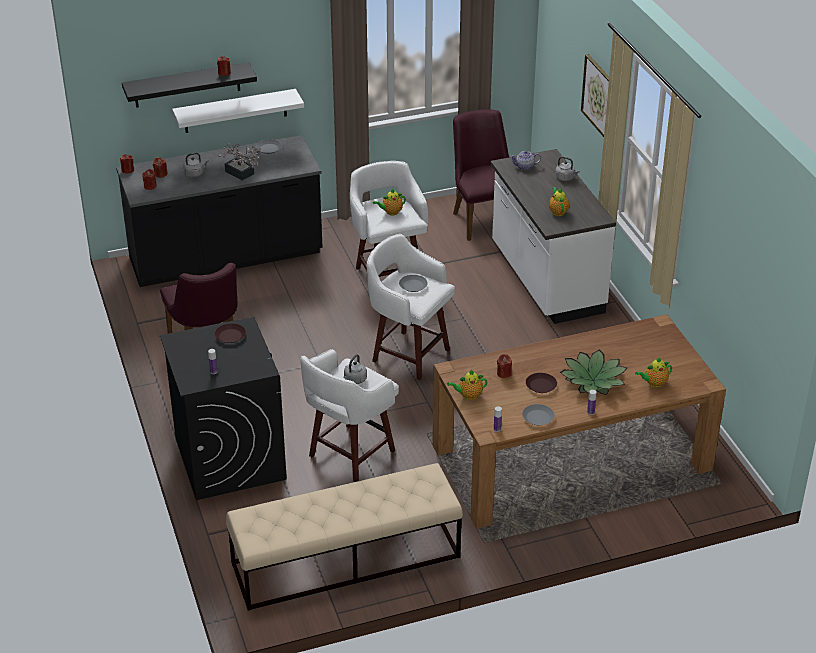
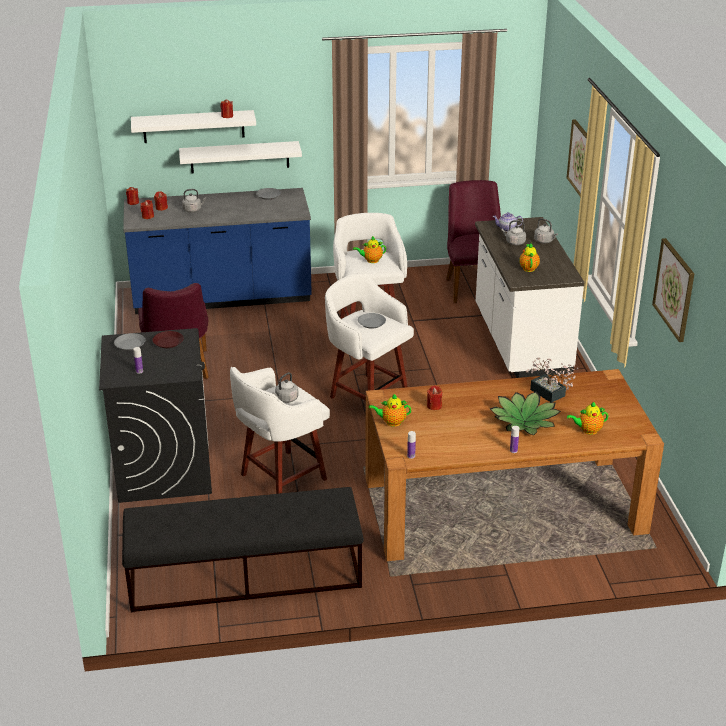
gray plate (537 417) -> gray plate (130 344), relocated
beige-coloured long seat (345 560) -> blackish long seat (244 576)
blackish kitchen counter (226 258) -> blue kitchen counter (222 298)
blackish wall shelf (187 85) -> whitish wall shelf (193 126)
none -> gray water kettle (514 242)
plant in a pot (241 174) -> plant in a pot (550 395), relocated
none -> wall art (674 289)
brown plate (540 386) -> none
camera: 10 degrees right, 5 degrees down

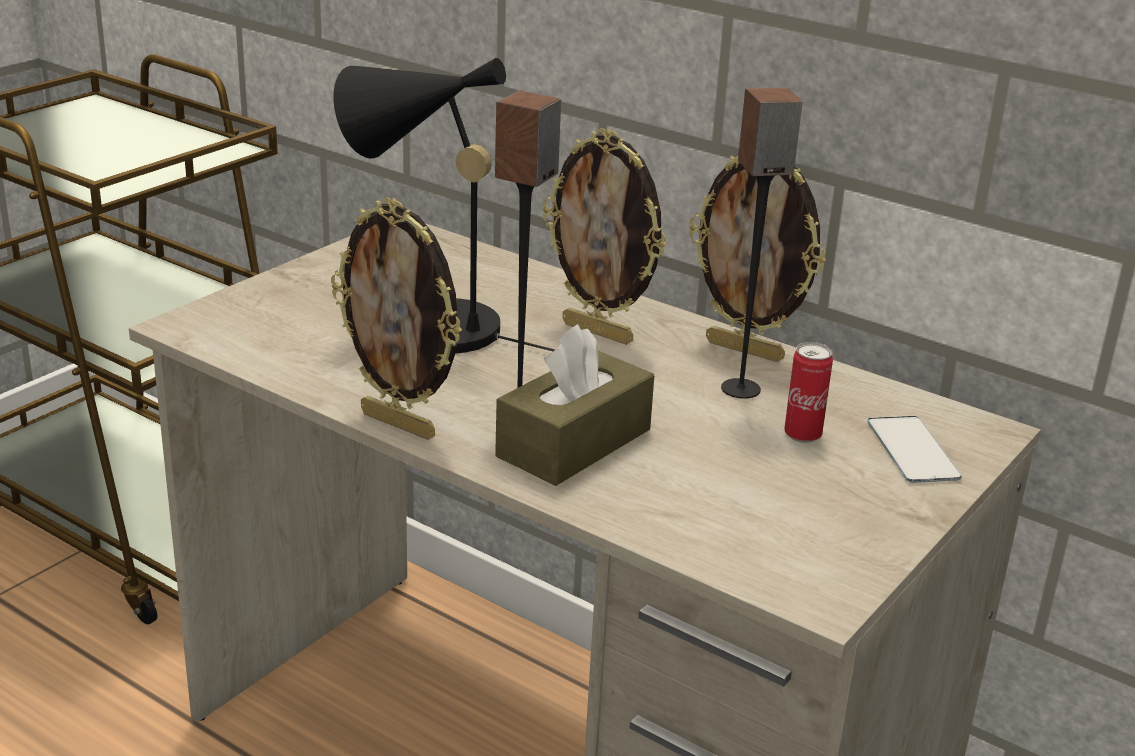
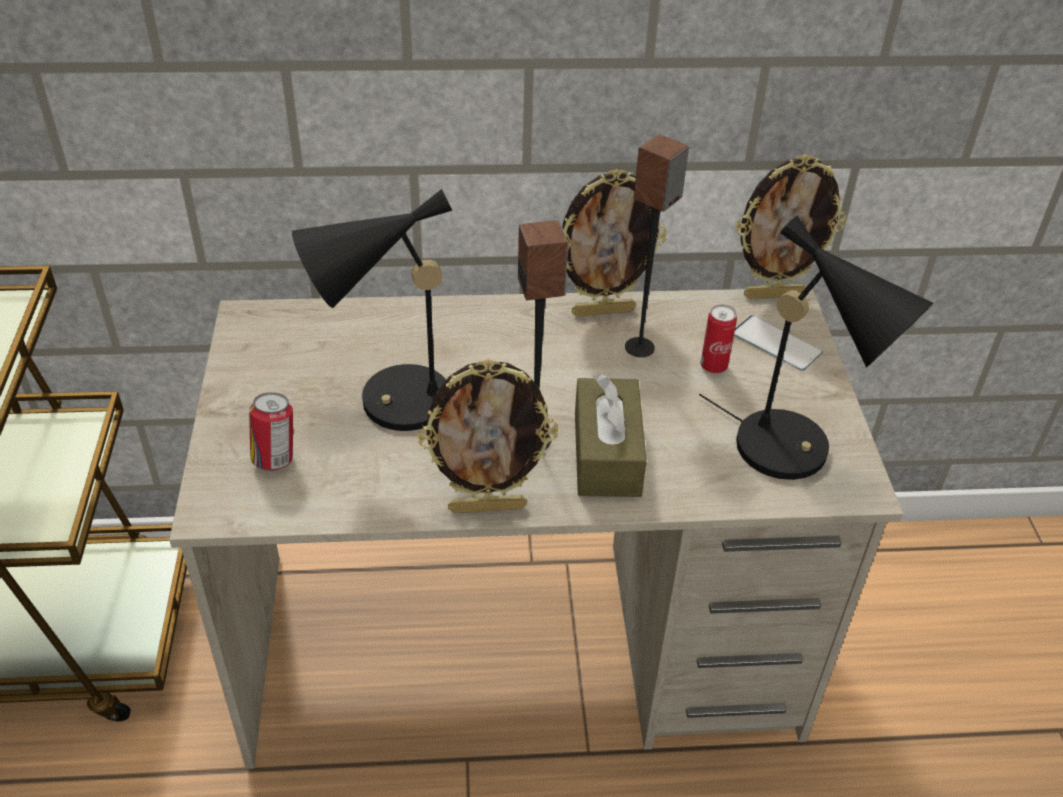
none -> can (276 459)
none -> blackish tabletop lamp (796 452)
photo frame (599 332) -> photo frame (774 294), relocated
camera: 40 degrees left, 15 degrees up

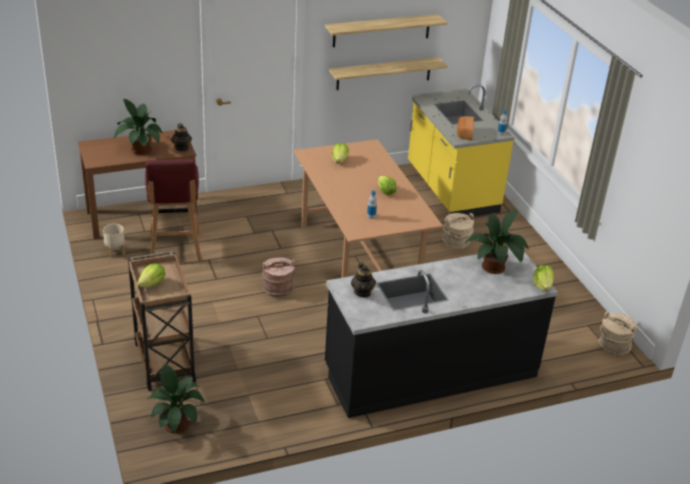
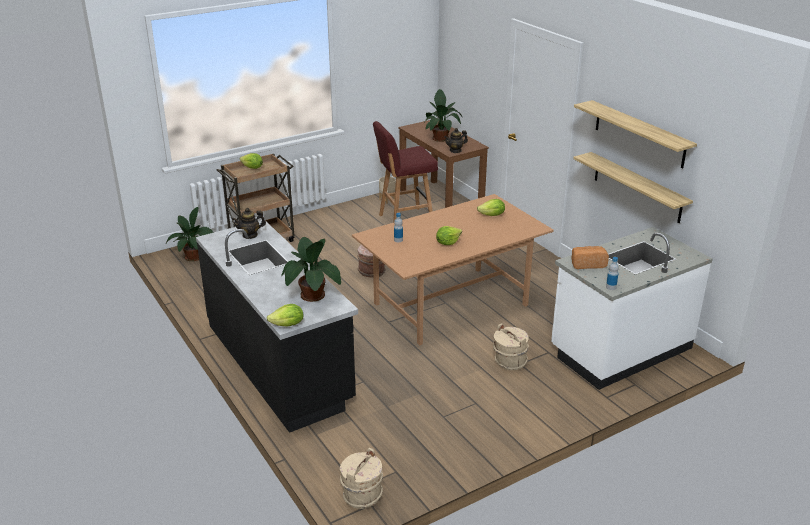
yellow-coloured kitchen counter (450 189) -> whitish kitchen counter (620 349)
camera: 80 degrees right, 5 degrees down

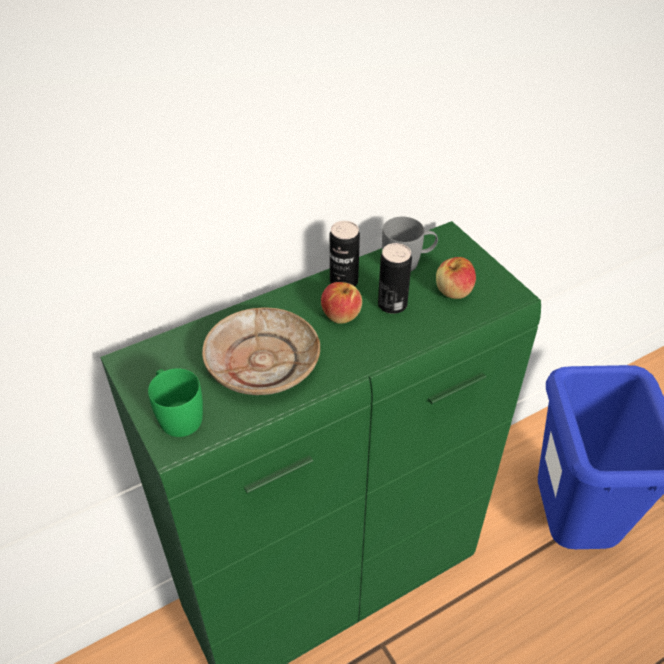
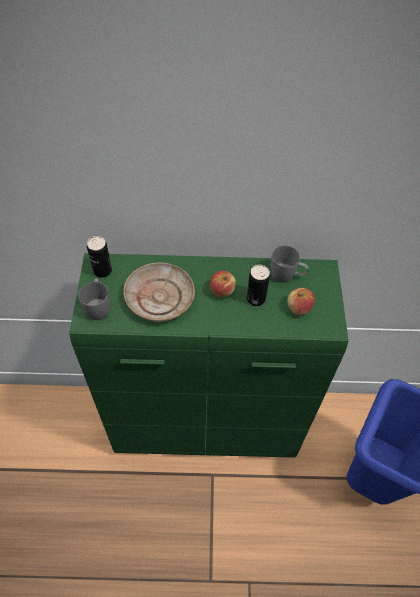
green-coloured coffee mug (177 414) -> gray coffee mug (98 305)
can (343 281) -> can (102 270), relocated
camera: 30 degrees right, 10 degrees up

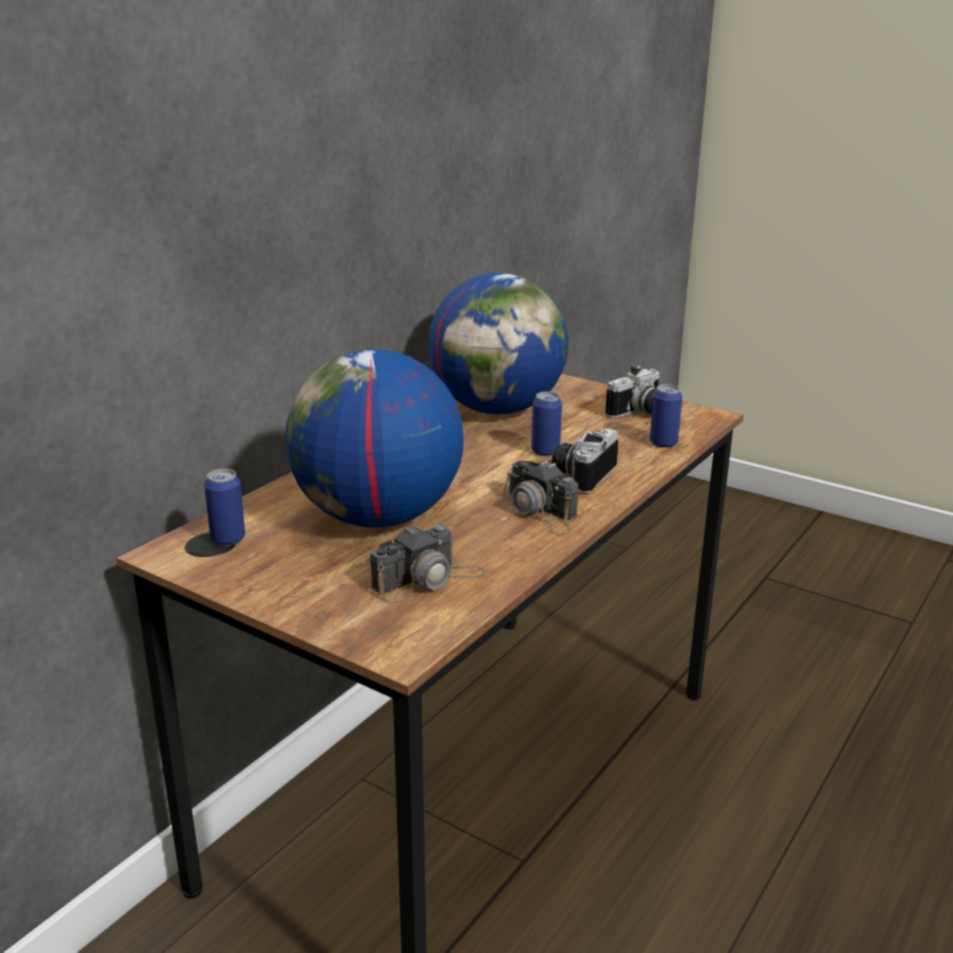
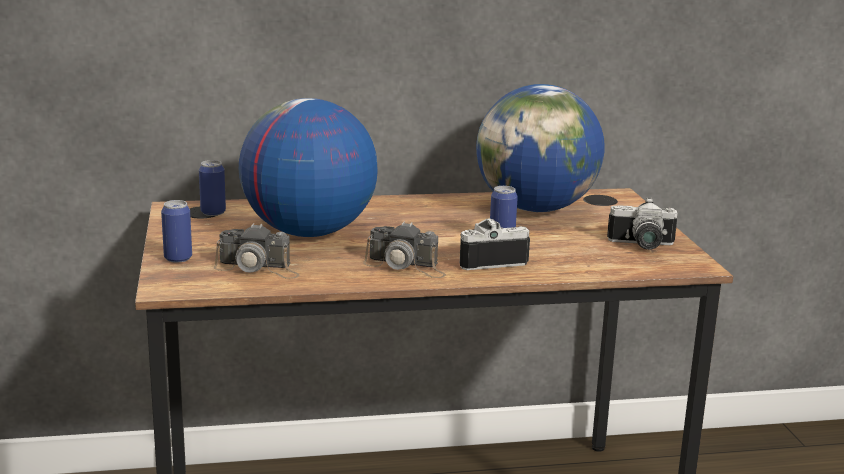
can (663 443) -> can (178 258), relocated
still camera (539 512) -> still camera (406 266), 75 degrees counterclockwise
camera: 45 degrees right, 5 degrees down

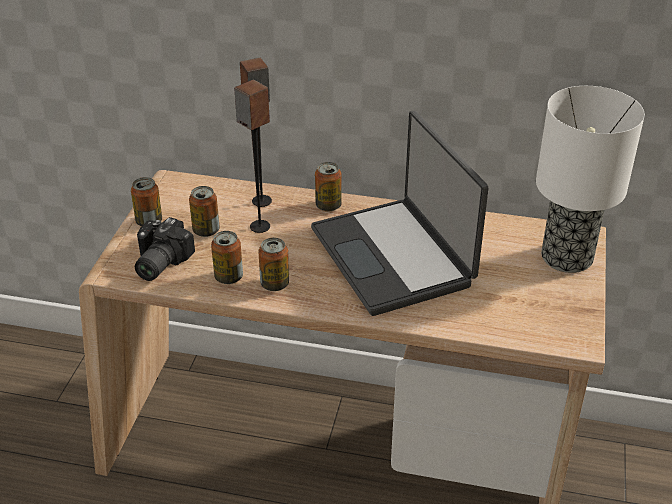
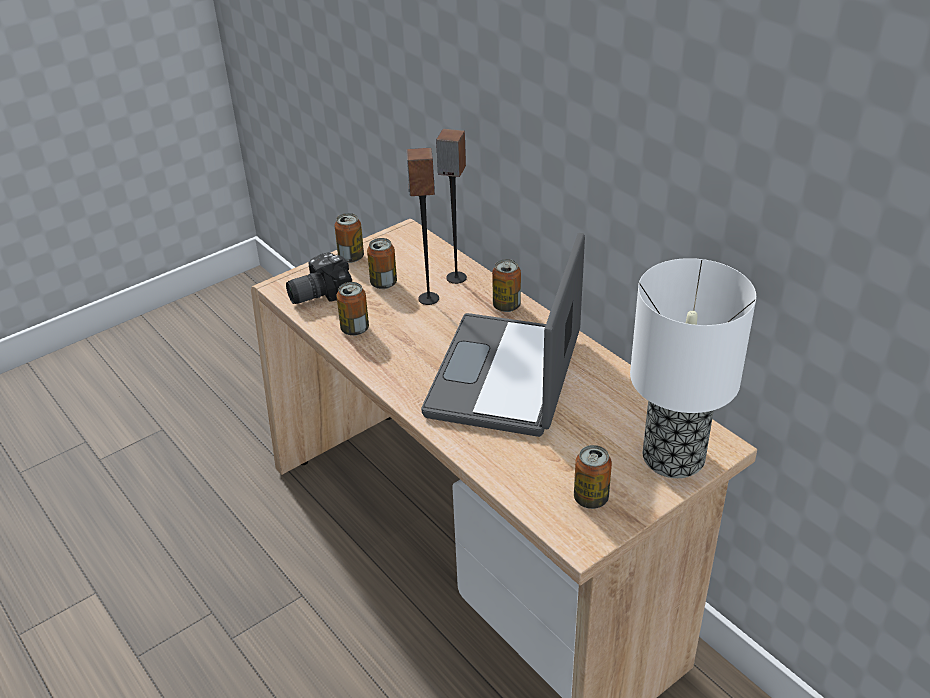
can (274 284) -> can (591 498), relocated
camera: 40 degrees right, 0 degrees up

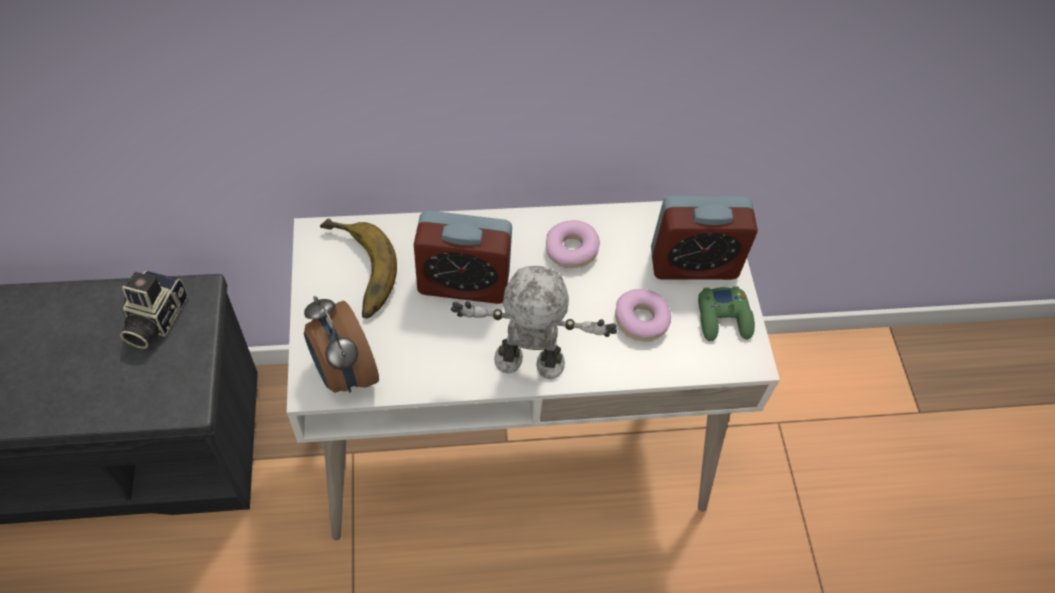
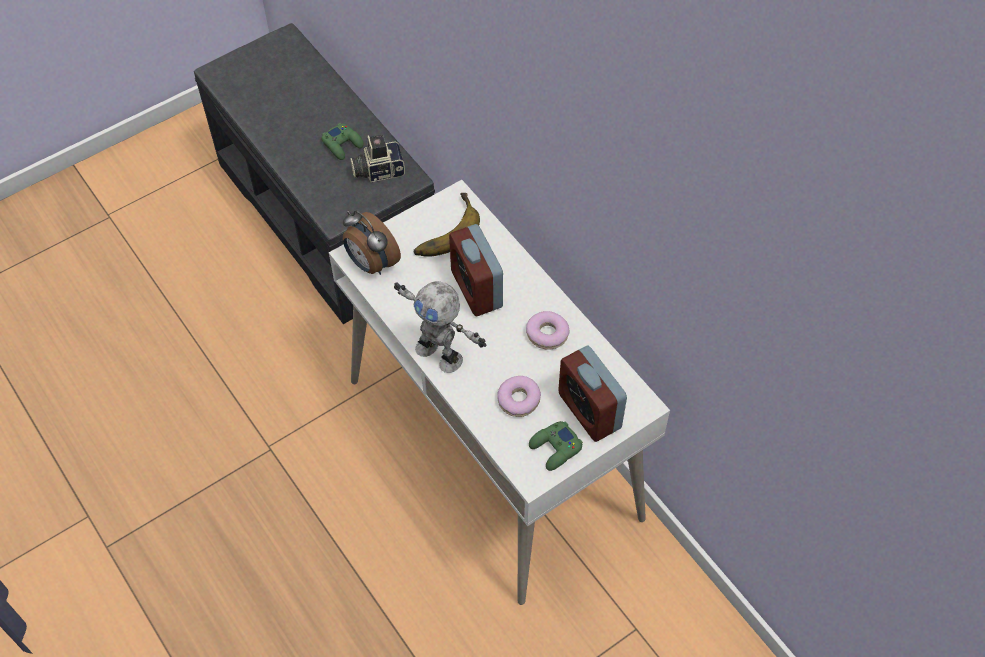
none -> green-coloured gamepad (343 144)
alarm clock (343 372) -> alarm clock (371 263), 75 degrees counterclockwise
toy robot (529 364) -> toy robot (440 353), 150 degrees clockwise
camera: 65 degrees right, 0 degrees up

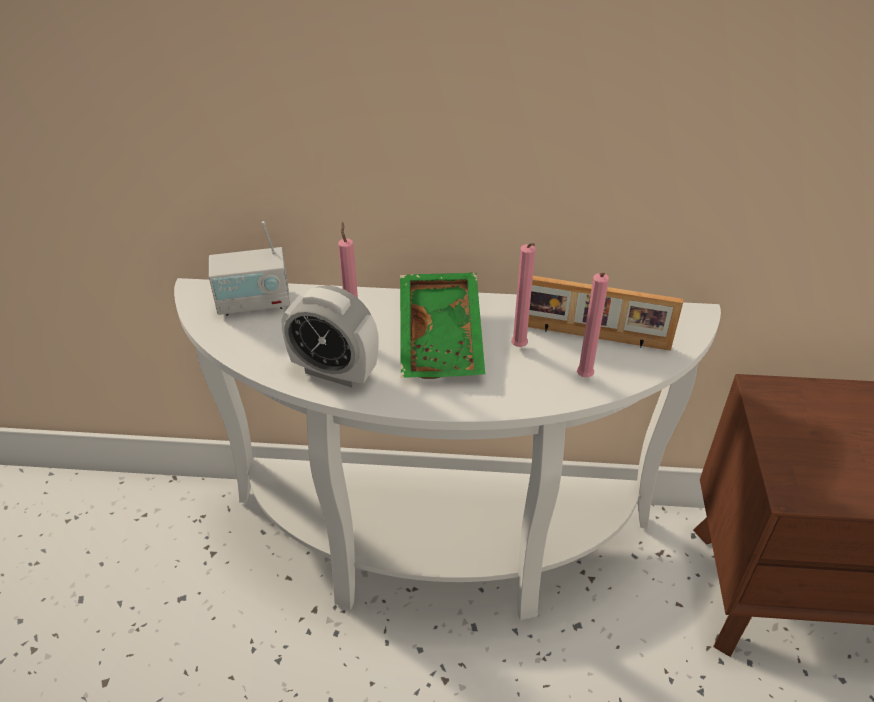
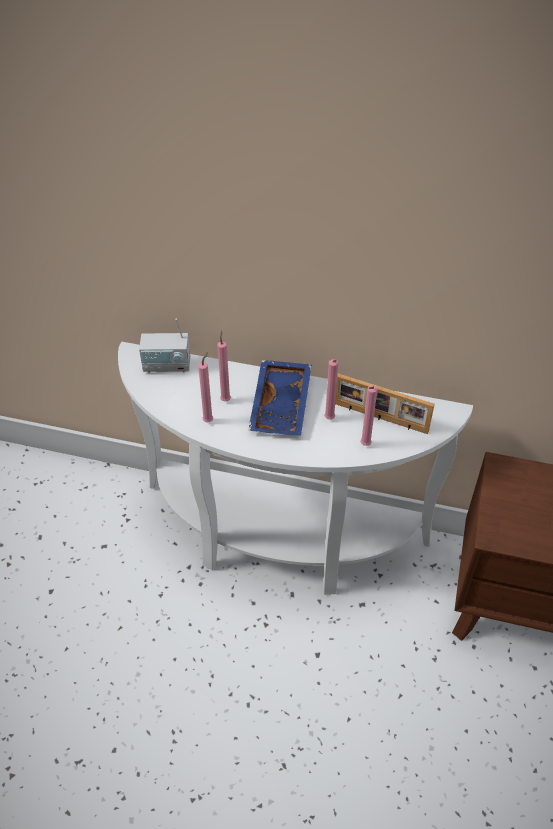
alarm clock (334 371) -> pink wax light (209 420)
green-coloured carrying tray (443 338) -> blue carrying tray (282 406)
camera: 10 degrees right, 5 degrees up

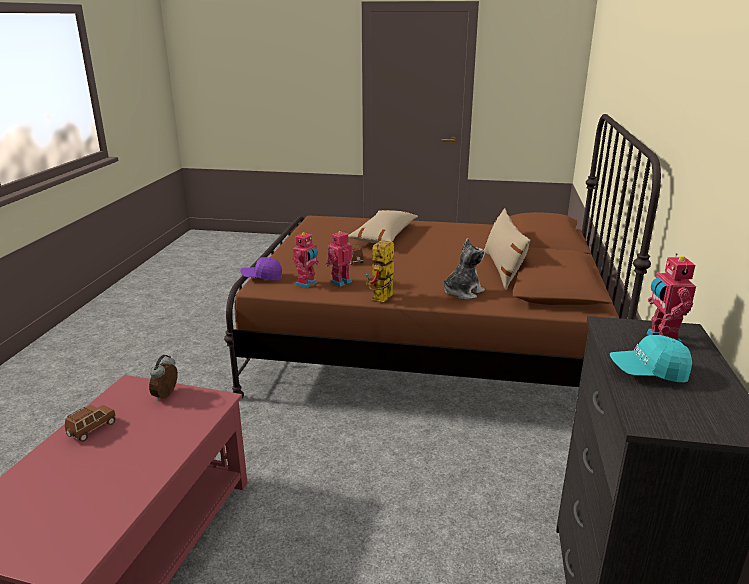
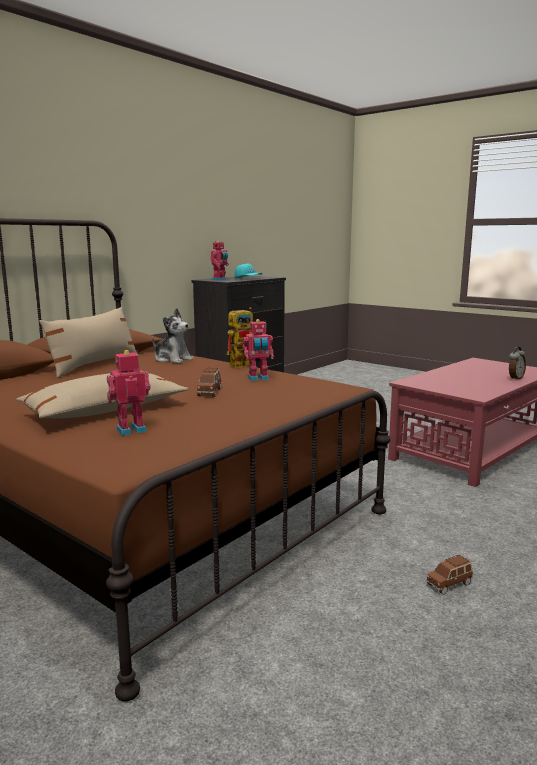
toy robot (307 284) -> toy robot (130 429), relocated
plush toy (462 292) -> plush toy (172 359), 135 degrees counterclockwise
brown miniature car (91 430) -> brown miniature car (449 584), relocated
alarm clock (167 395) -> alarm clock (515 378), relocated
purple-coloured cap (262 277) -> none
camera: 150 degrees left, 10 degrees down

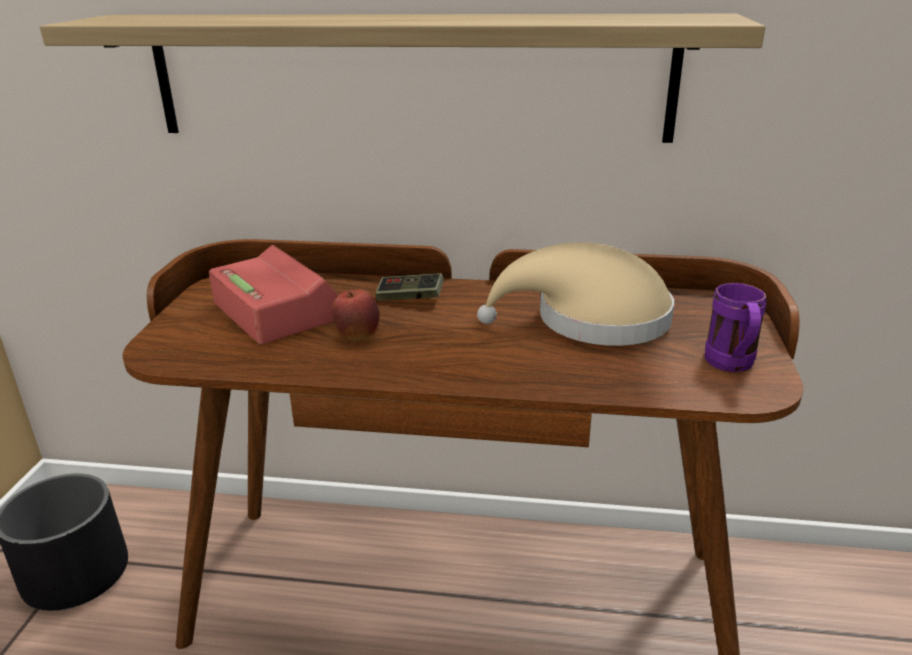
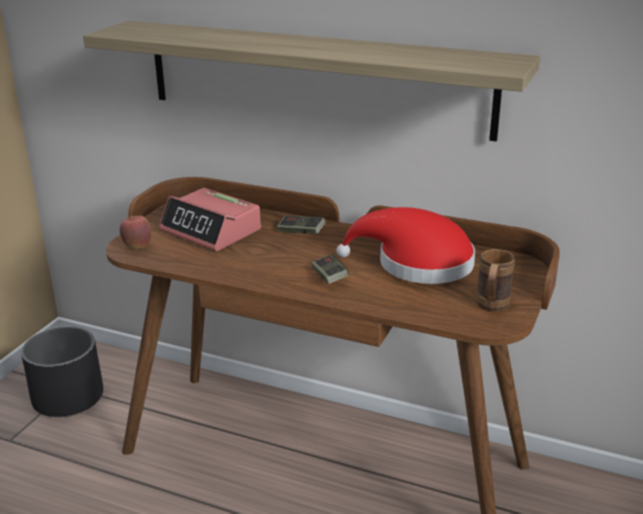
apple (357 336) -> apple (137 246), relocated
alarm clock (280 310) -> alarm clock (211 230), 150 degrees clockwise
none -> gamepad (329 277)
beige-coloured hat (591 320) -> reddish hat (416 264)
purple-coloured coffee mug (731 366) -> brown coffee mug (491 307)
camera: 15 degrees right, 0 degrees up

